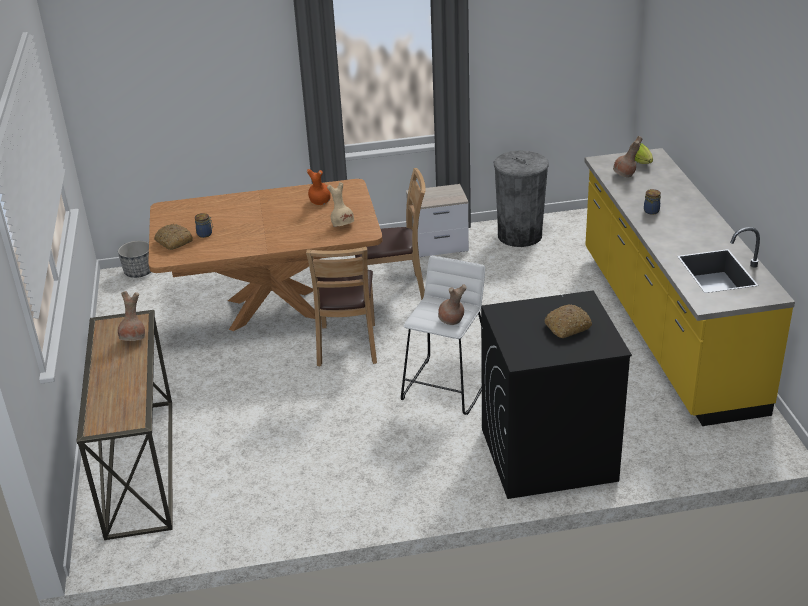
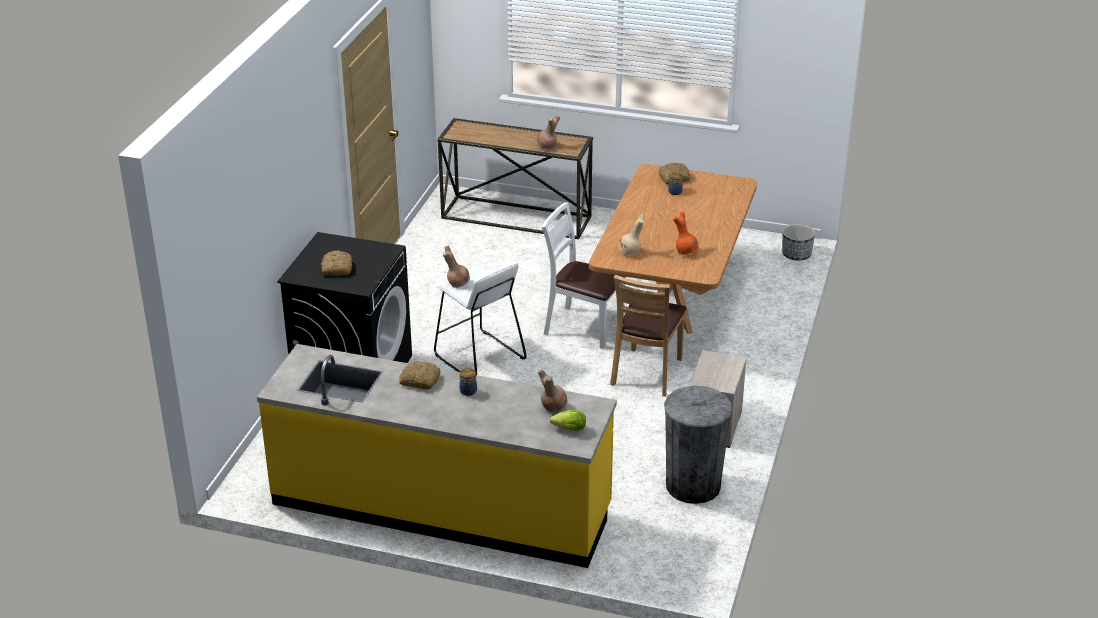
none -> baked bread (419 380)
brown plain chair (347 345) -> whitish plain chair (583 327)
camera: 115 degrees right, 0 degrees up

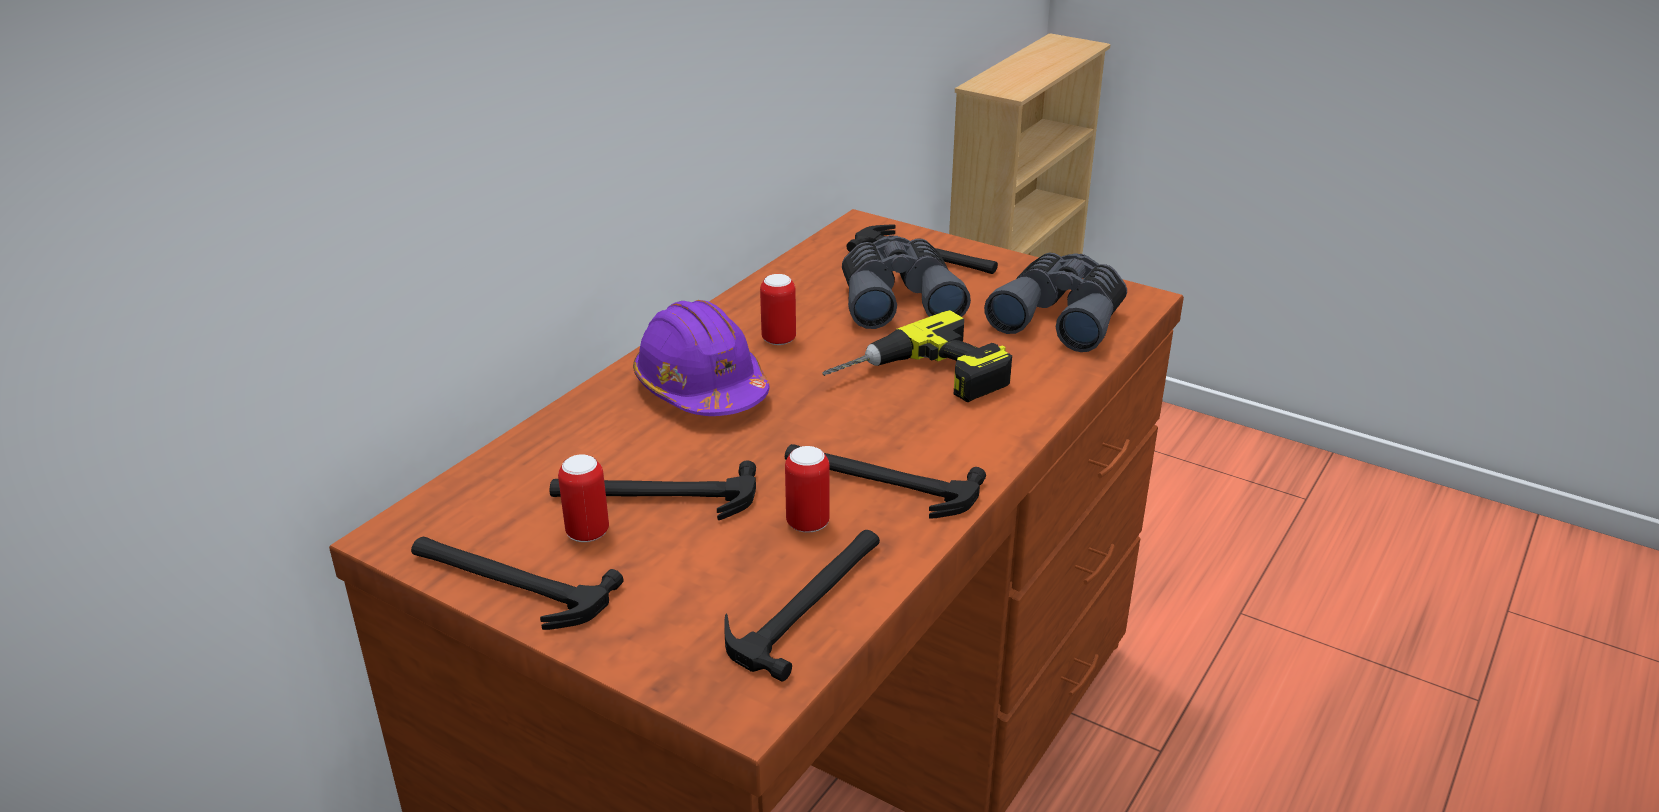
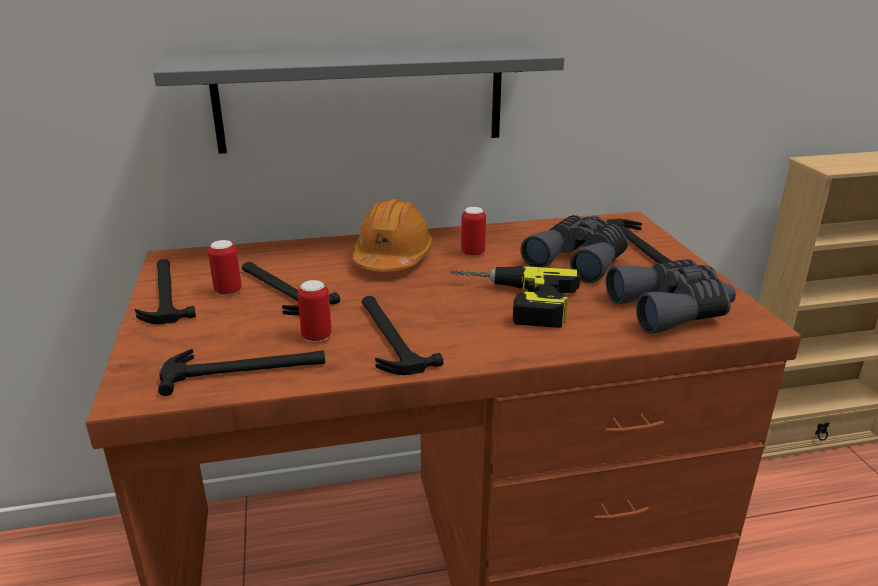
none -> gray wall shelf (361 98)
purple-coloured hard hat (701 388) -> orange hard hat (392 258)
camera: 45 degrees right, 5 degrees down

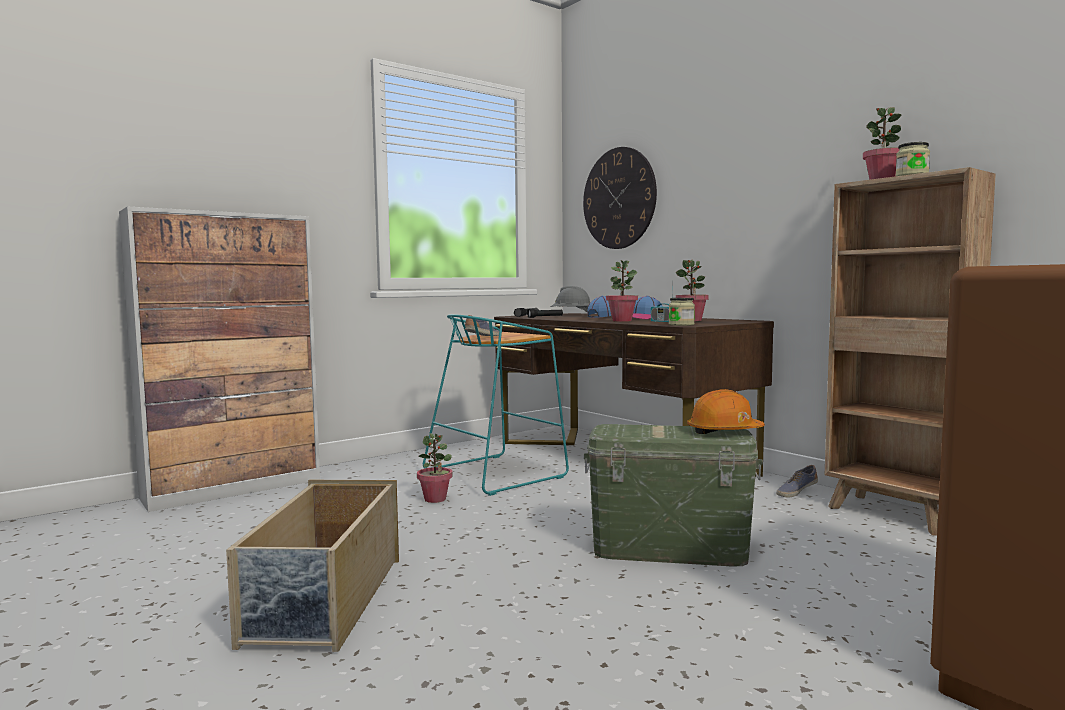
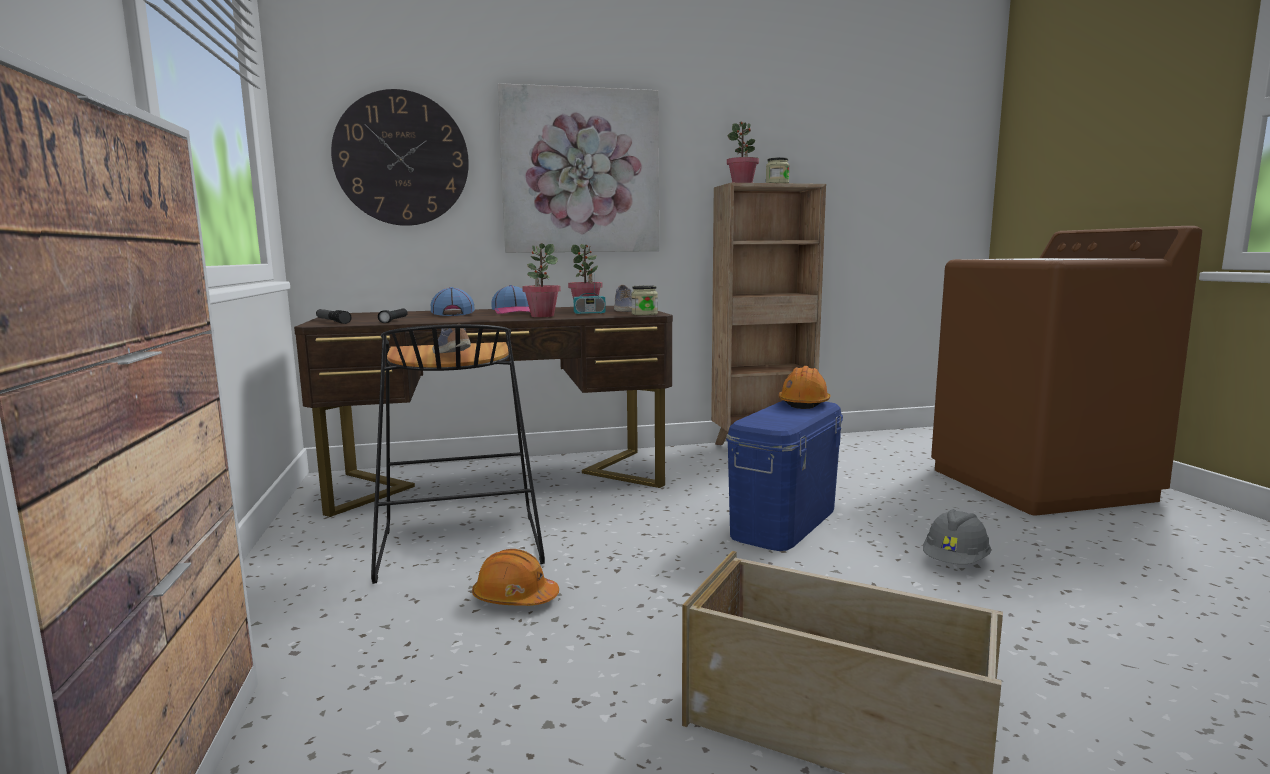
turquoise-coloured sitting stool (496 473) -> blackish sitting stool (458 544)
plant in a pot (435 499) -> orange hard hat (515 598)
none -> wall art (581 172)
item of footwear (796 491) -> item of footwear (623 310), relocated
green-coloured storage box (669 549) -> blue storage box (784 522)
gray hard hat (571 314) -> gray hard hat (955 562), relocated
camera: 65 degrees left, 5 degrees up

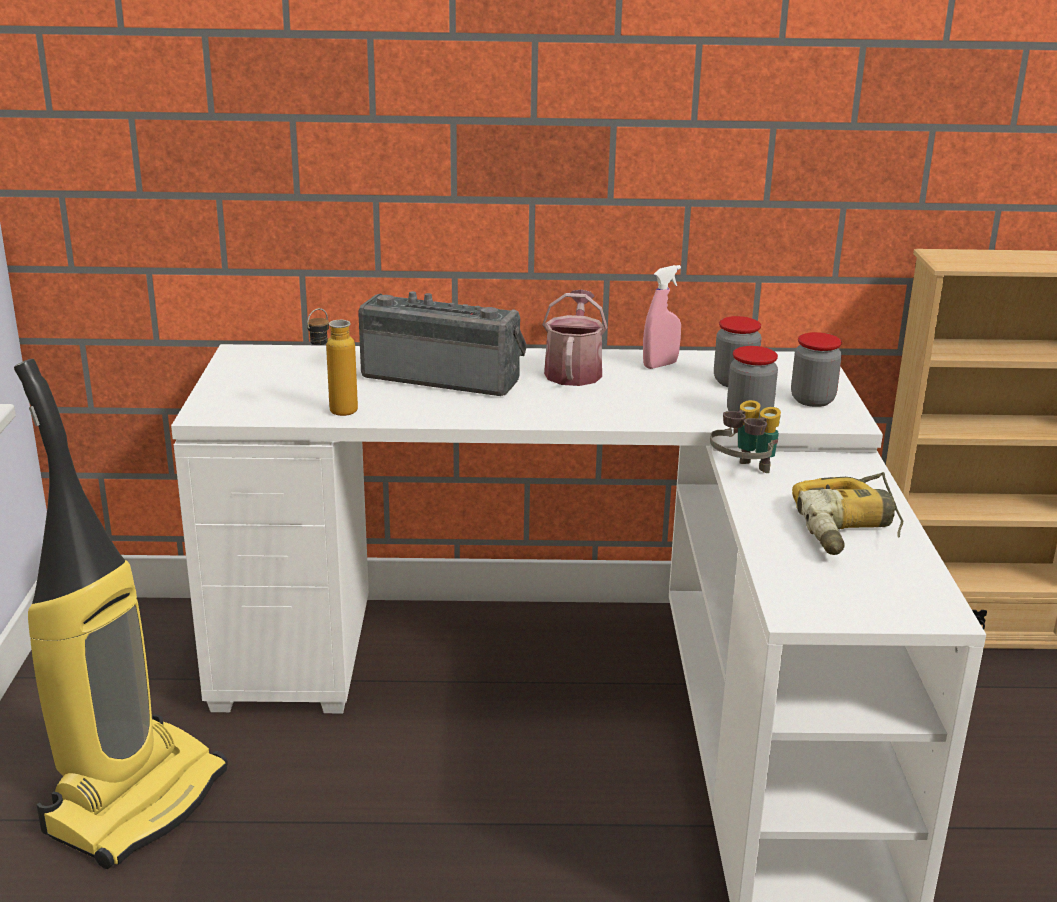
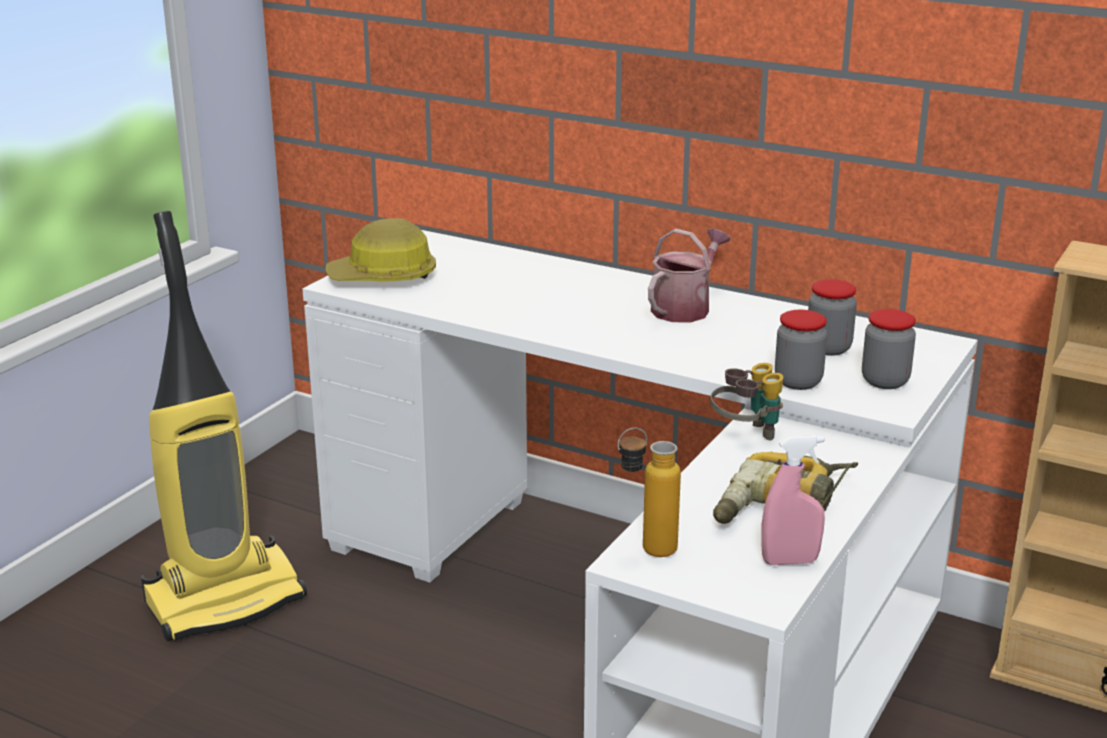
none -> hard hat (383 278)
drink bottle (334 414) -> drink bottle (646 551), relocated
pink spray bottle (660 365) -> pink spray bottle (790 561), relocated
radio set (443 377) -> none
camera: 30 degrees right, 0 degrees up

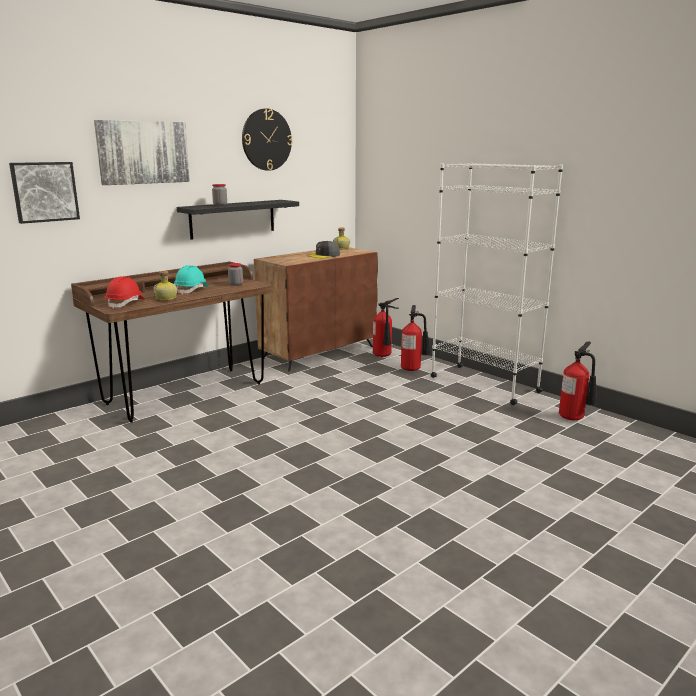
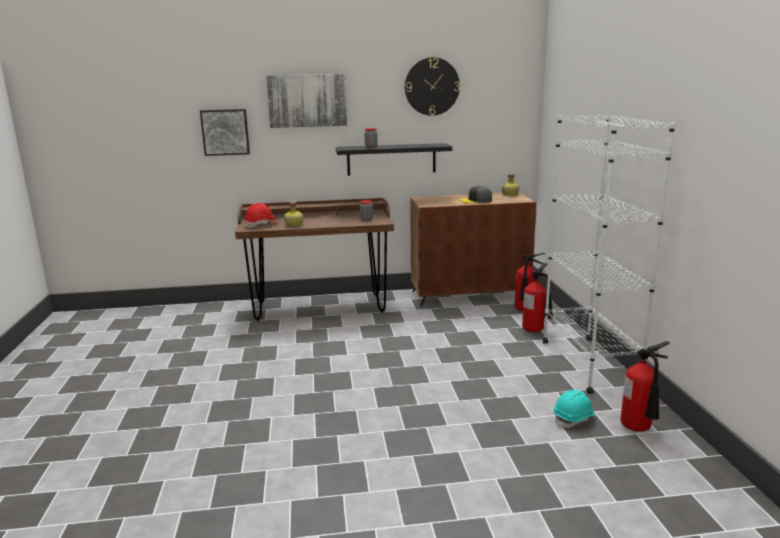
turquoise-coloured hard hat (192 290) -> turquoise-coloured hard hat (574 419), relocated
camera: 35 degrees right, 0 degrees up

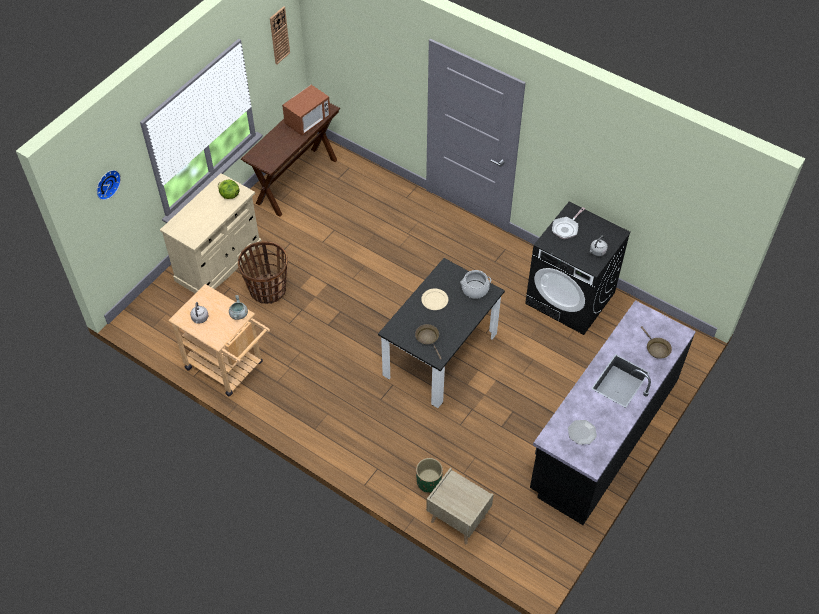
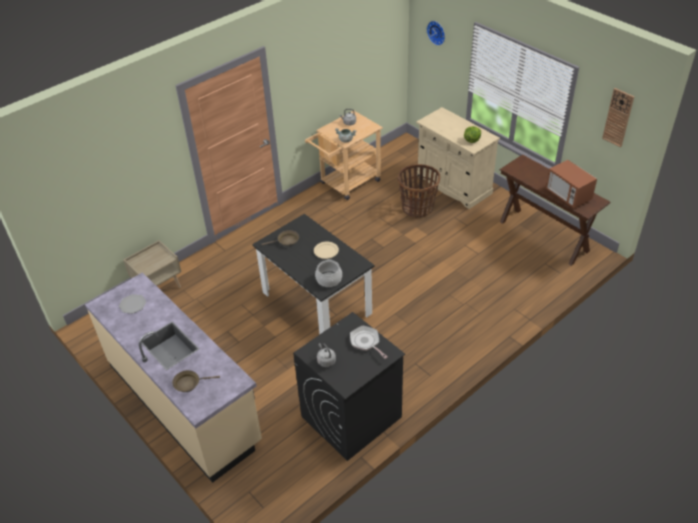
blackish kitchen counter (602 436) -> beige-coloured kitchen counter (184 402)
green-coloured plant pot (428 482) -> none
camera: 105 degrees right, 10 degrees down

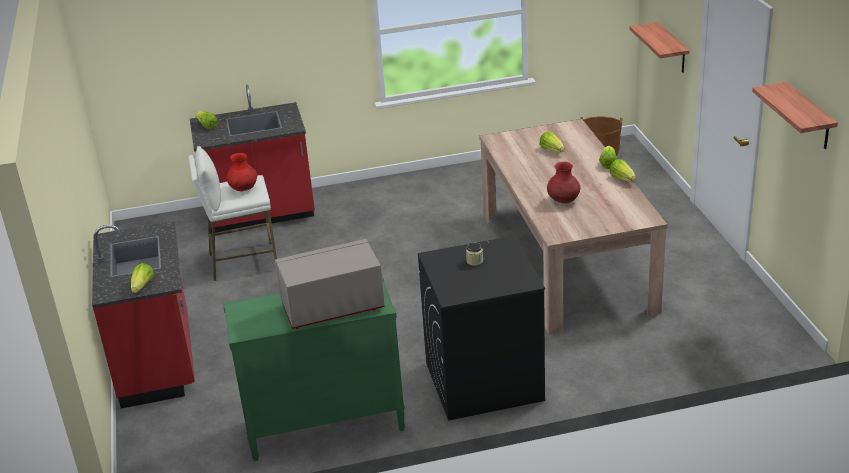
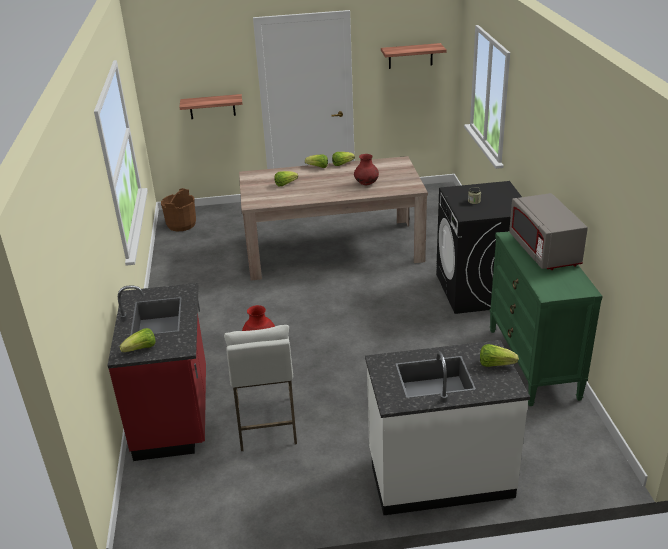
reddish kitchen counter (159 362) -> whitish kitchen counter (439 475)
camera: 85 degrees left, 0 degrees up

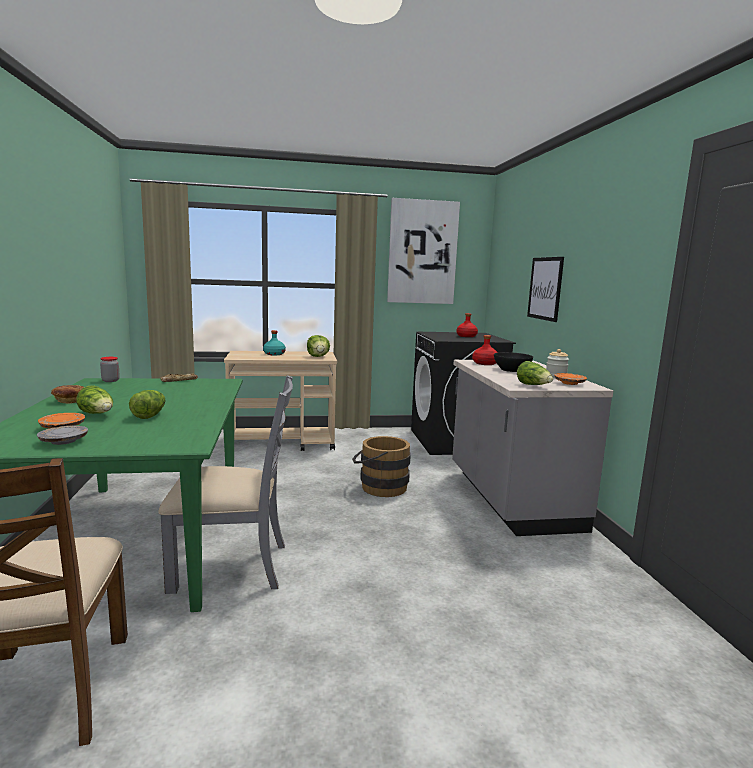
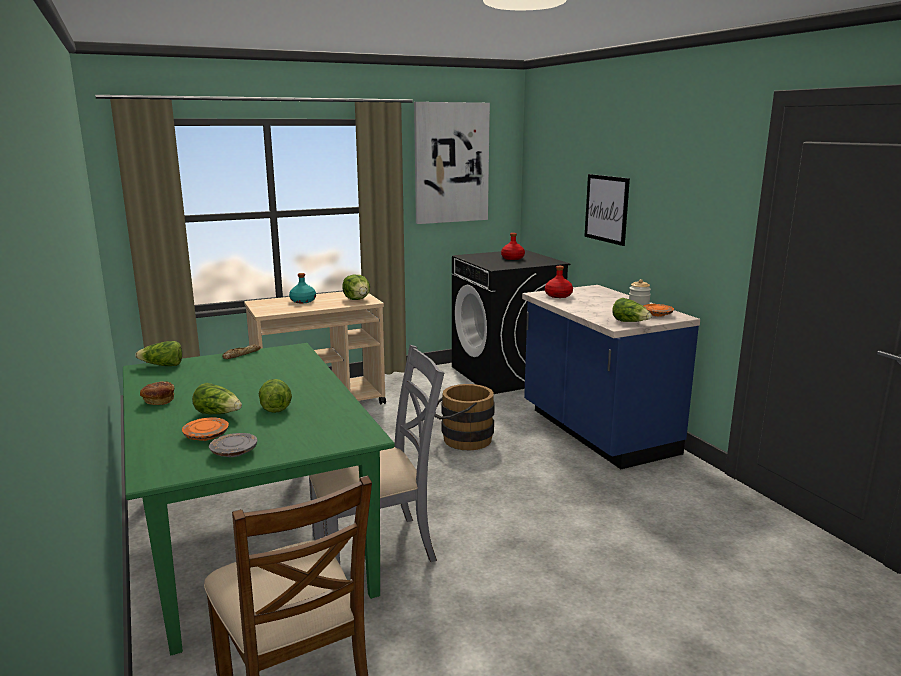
storage jar (110 381) -> head of lettuce (162 366)
gray kitchen counter (511 499) -> blue kitchen counter (596 432)
blackish bowl (511 370) -> none
camera: 15 degrees left, 5 degrees up

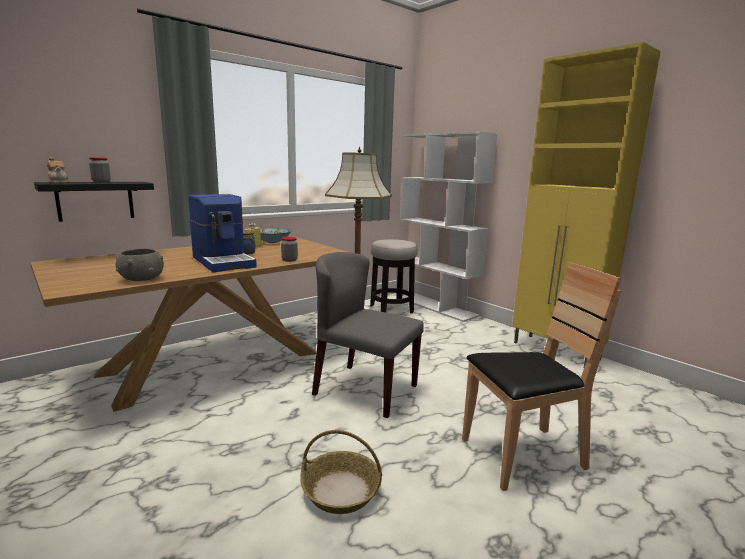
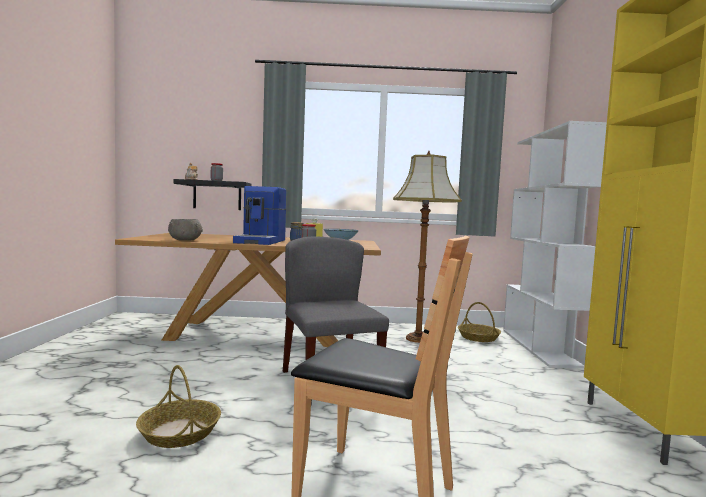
sitting stool (391 309) -> storage basket (478 337)
camera: 40 degrees right, 10 degrees down

